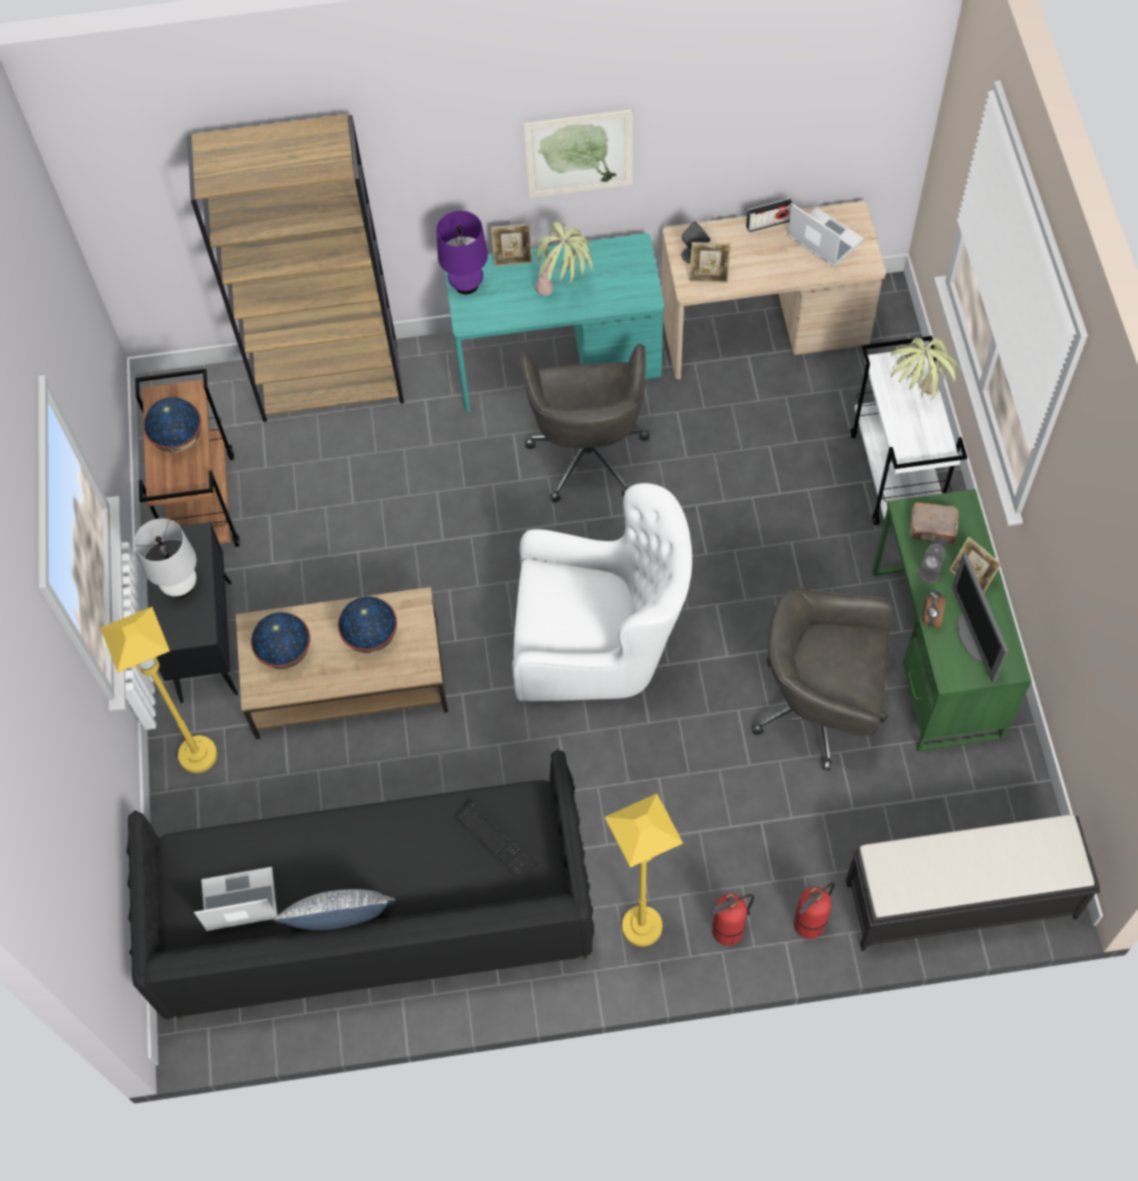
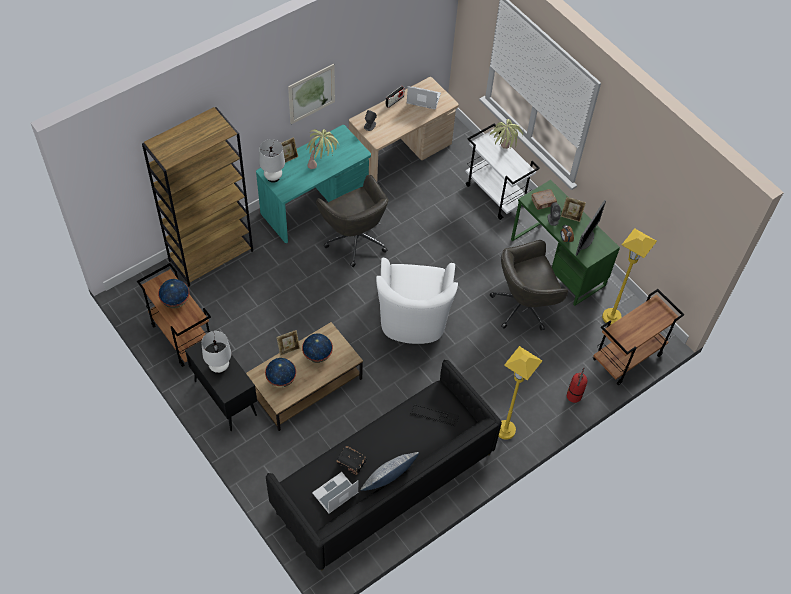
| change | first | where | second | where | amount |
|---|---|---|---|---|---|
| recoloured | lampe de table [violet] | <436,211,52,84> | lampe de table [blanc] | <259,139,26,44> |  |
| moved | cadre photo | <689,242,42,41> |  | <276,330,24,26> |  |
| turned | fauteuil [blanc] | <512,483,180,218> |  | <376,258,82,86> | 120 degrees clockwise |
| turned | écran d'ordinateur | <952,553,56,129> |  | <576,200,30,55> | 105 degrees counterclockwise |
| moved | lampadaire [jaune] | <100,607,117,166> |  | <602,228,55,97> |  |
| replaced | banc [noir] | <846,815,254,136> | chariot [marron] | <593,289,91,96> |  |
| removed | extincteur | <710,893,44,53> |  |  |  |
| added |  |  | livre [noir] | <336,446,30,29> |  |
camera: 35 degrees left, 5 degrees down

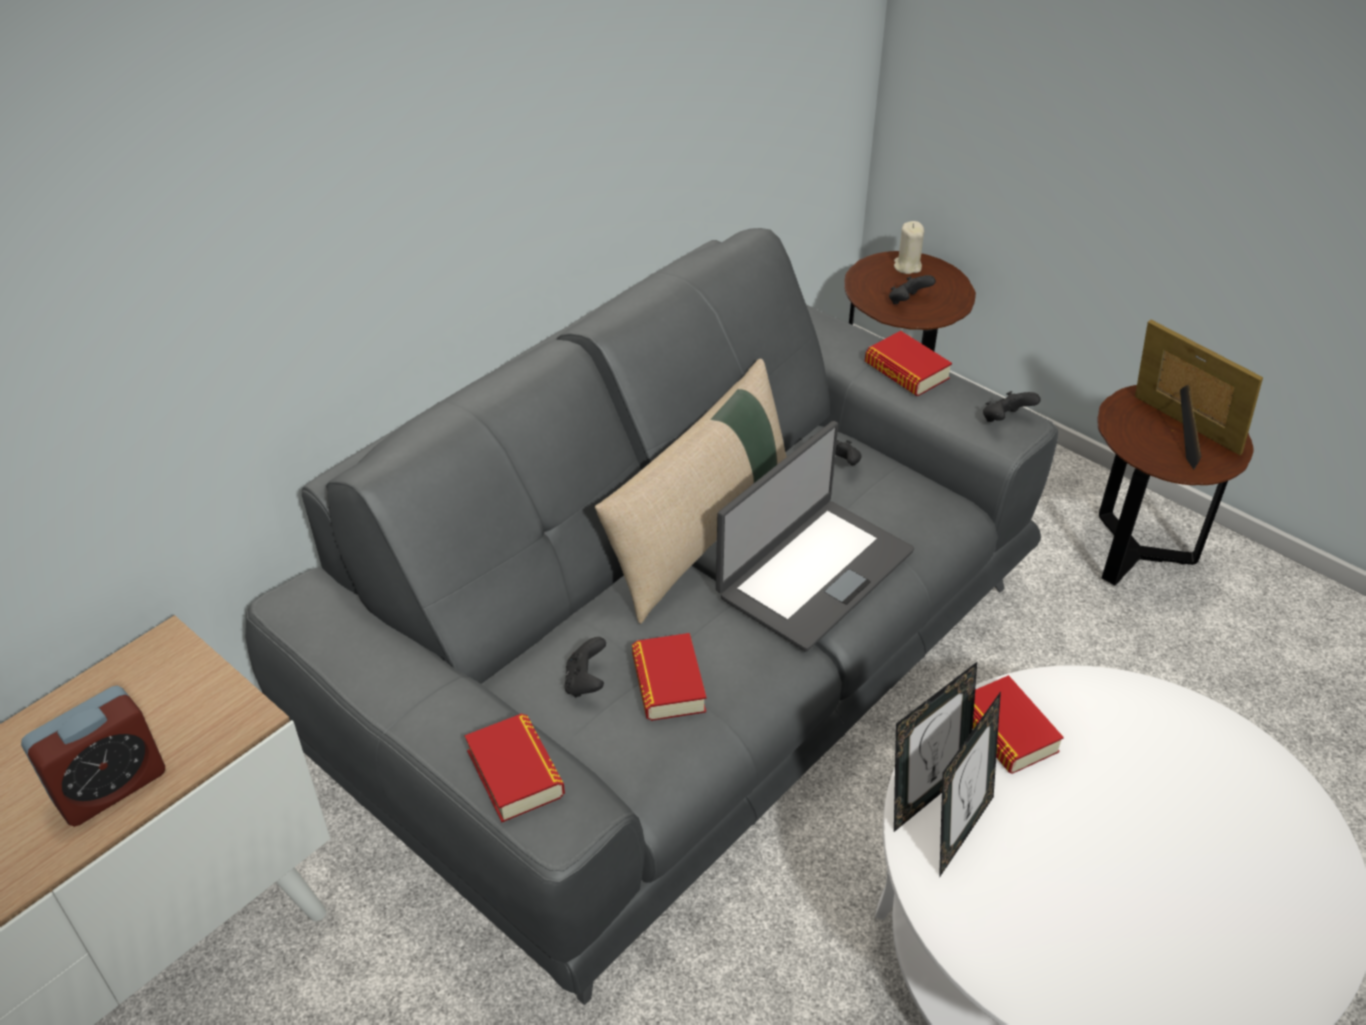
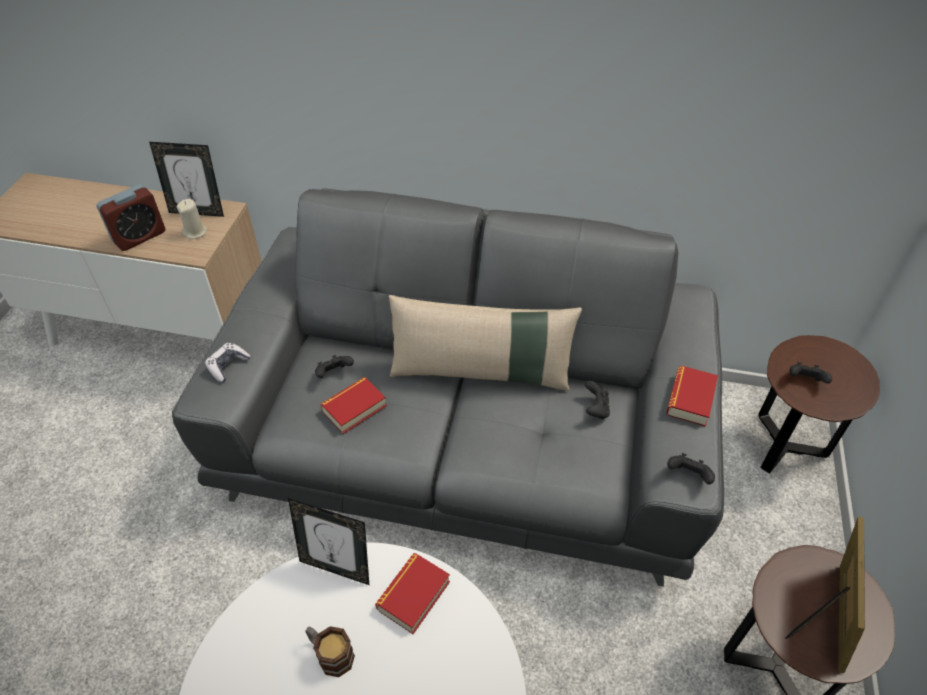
| change | first | where | second | where | amount |
|---|---|---|---|---|---|
| moved | bougie [beige] | <894,221,30,53> |  | <177,199,31,40> |  |
| removed | ordinateur portable | <716,421,198,231> |  |  |  |
| turned | réveil | <21,686,144,141> |  | <97,184,68,67> | 60 degrees counterclockwise |
| moved | cadre photo | <939,691,62,187> |  | <149,142,75,75> |  |
| replaced | livre | <465,714,100,108> | manette | <205,343,45,39> |  |
| added |  |  | mug | <306,626,49,51> |  |
camera: 60 degrees right, 5 degrees up

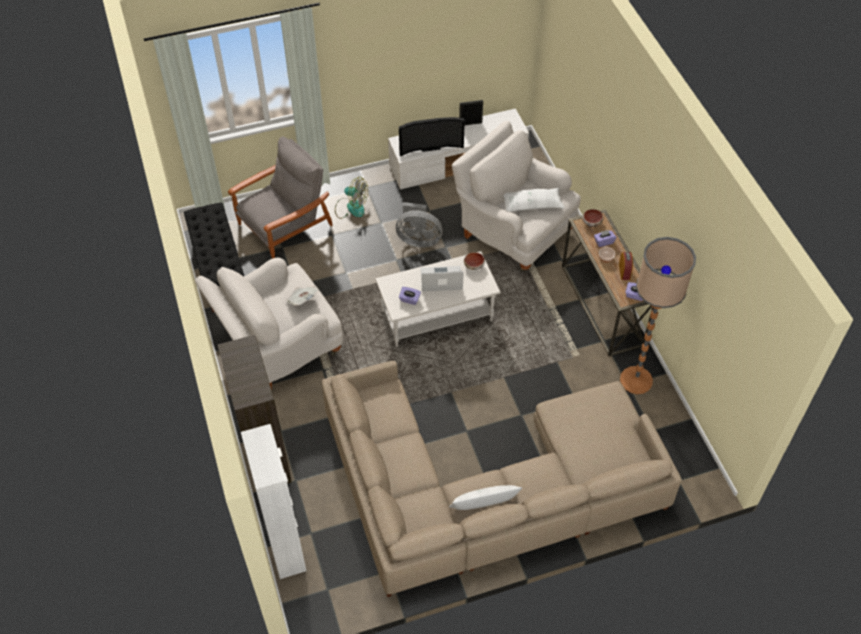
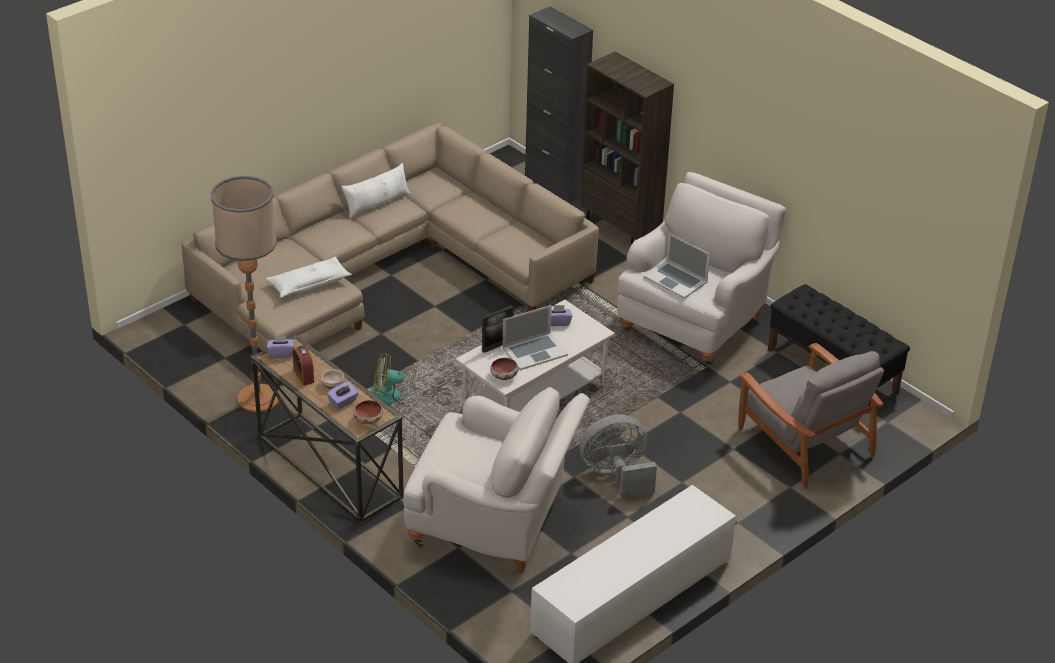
| change | first | where | second | where | amount |
|---|---|---|---|---|---|
| moved | cadre photo | <459,100,24,26> |  | <482,305,32,48> |  |
| removed | téléviseur | <399,117,66,39> |  |  |  |
| turned | fauteuil [gris] | <228,136,105,123> |  | <738,343,146,146> | 60 degrees counterclockwise |
| moved | ventilateur | <335,177,33,42> |  | <372,353,44,51> |  |
| moved | coussin [blanc] | <503,188,62,24> |  | <265,257,87,41> |  |
| replaced | journal | <287,286,31,19> | ordinateur portable | <644,233,66,66> |  |
| recoloured | meuble de rangement [blanc] | <241,424,66,155> | meuble de rangement [noir] | <525,6,68,197> |  |
camera: 155 degrees right, 15 degrees down

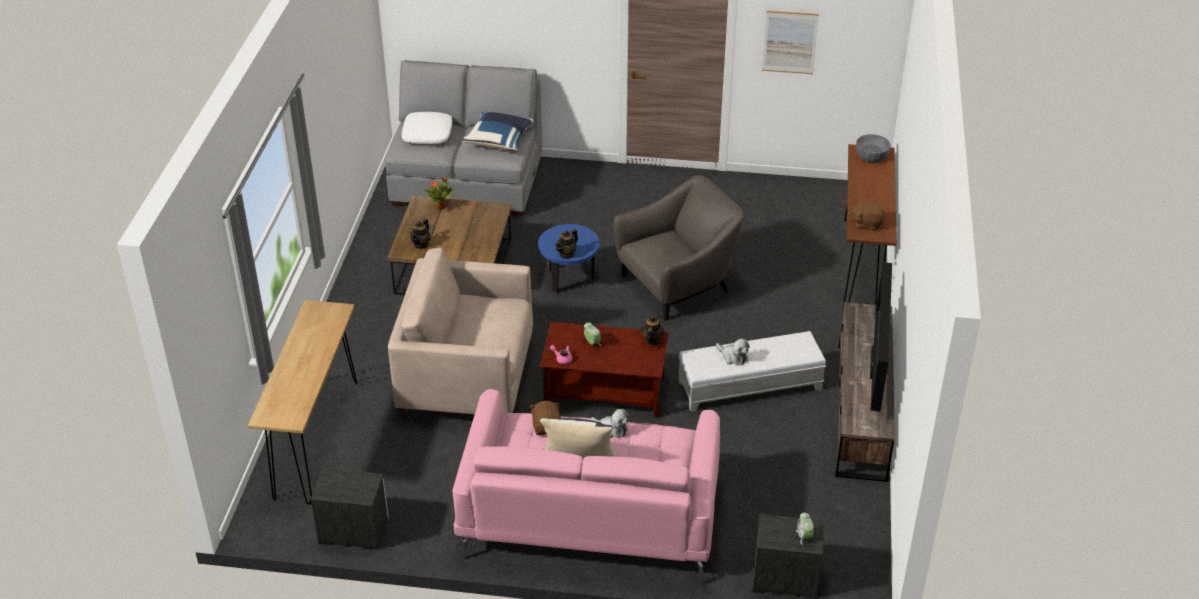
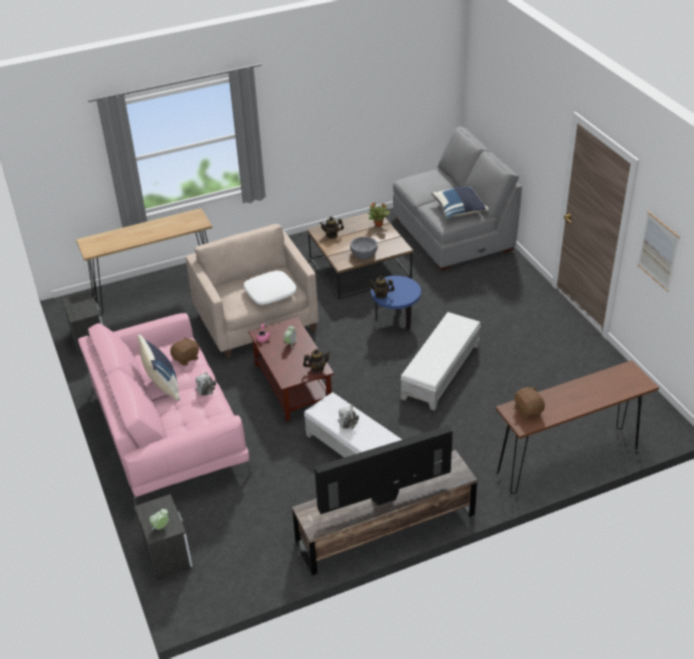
| change | first | where | second | where | amount |
|---|---|---|---|---|---|
| moved | coussin [blanc] | <402,112,51,32> |  | <244,271,53,34> |  |
| moved | bol [gris] | <856,134,35,29> |  | <350,237,28,22> |  |
| replaced | fauteuil [gris] | <613,175,130,146> | pouf [blanc] | <400,312,81,99> |  |
camera: 60 degrees right, 0 degrees up

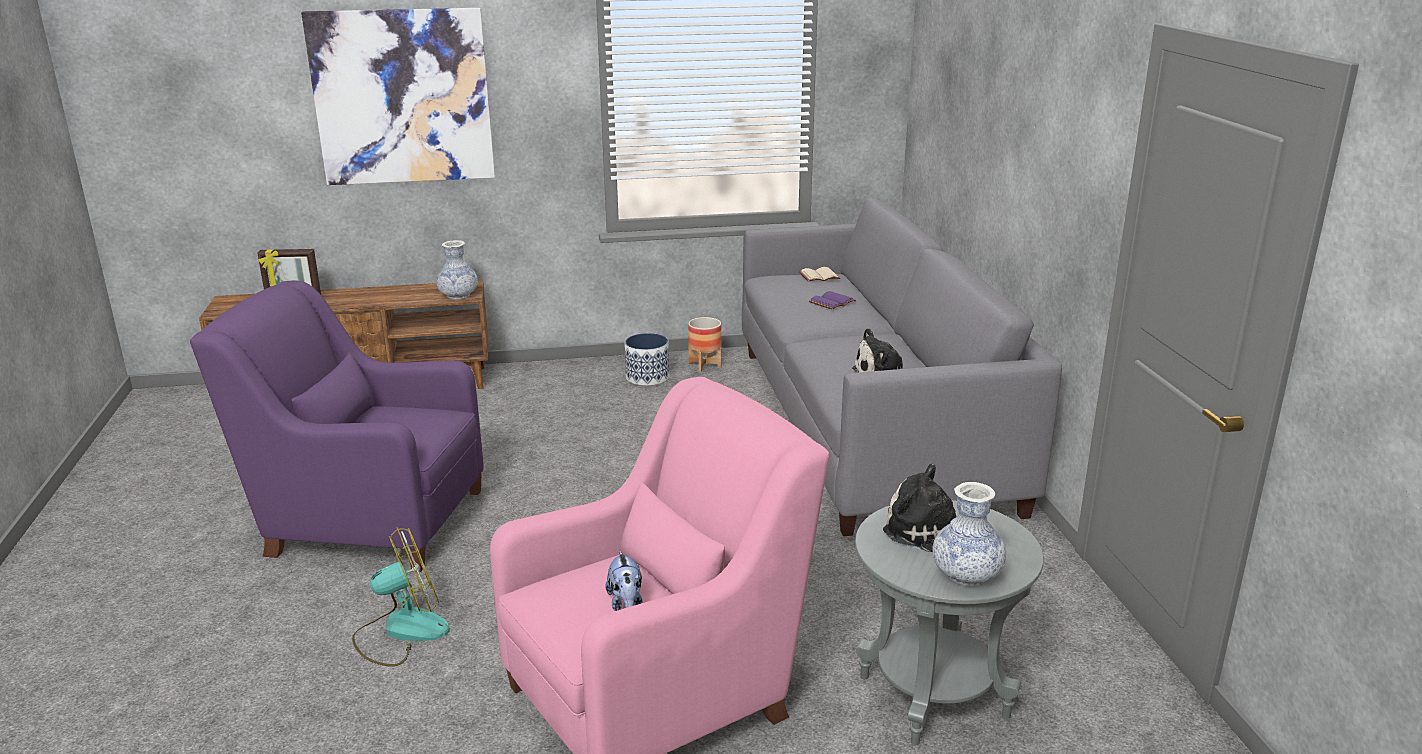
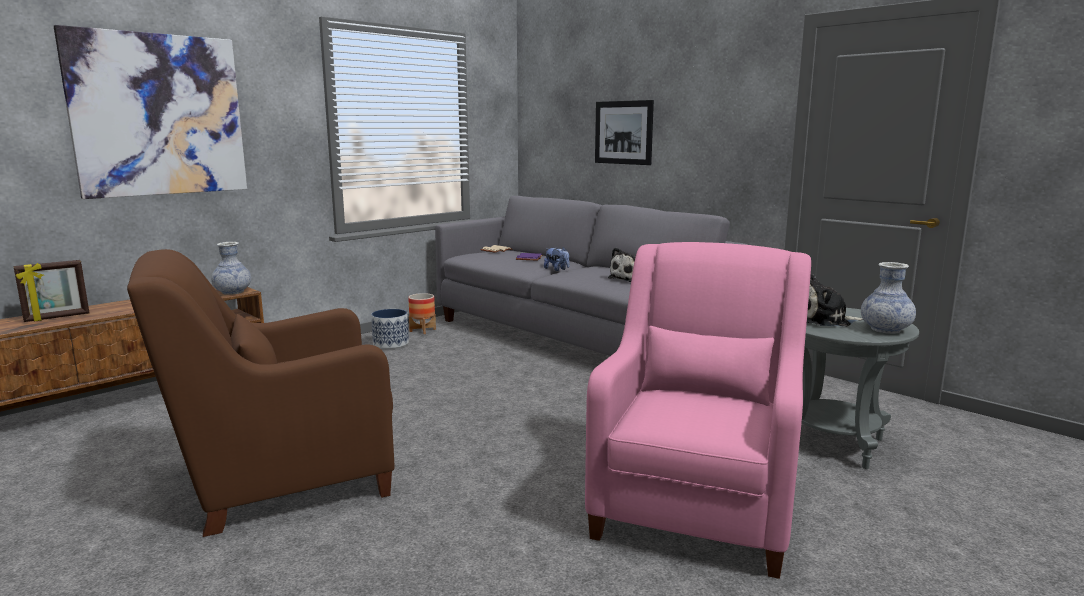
| change | first | where | second | where | amount |
|---|---|---|---|---|---|
| recoloured | fauteuil [violet] | <190,281,294,291> | fauteuil [marron] | <127,249,268,288> |  |
| removed | ventilateur | <352,527,98,140> |  |  |  |
| moved | peluche | <605,551,37,60> |  | <544,247,25,24> |  |
| added |  |  | tableau | <595,100,59,65> |  |
camera: 35 degrees left, 10 degrees down

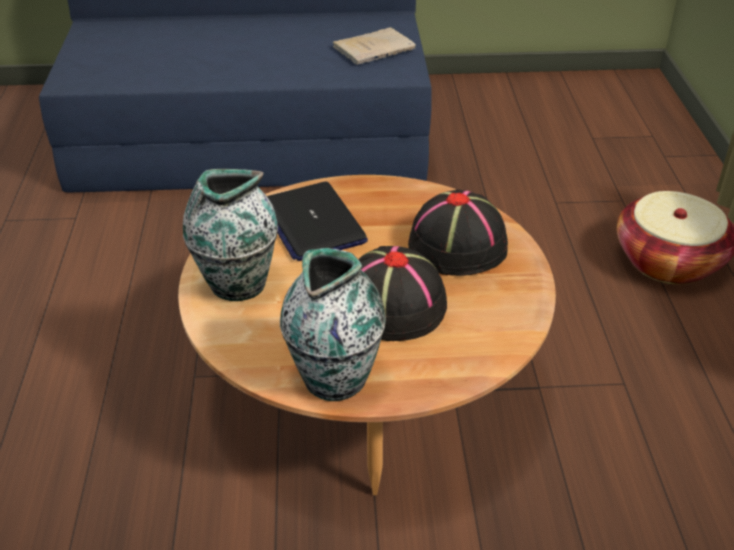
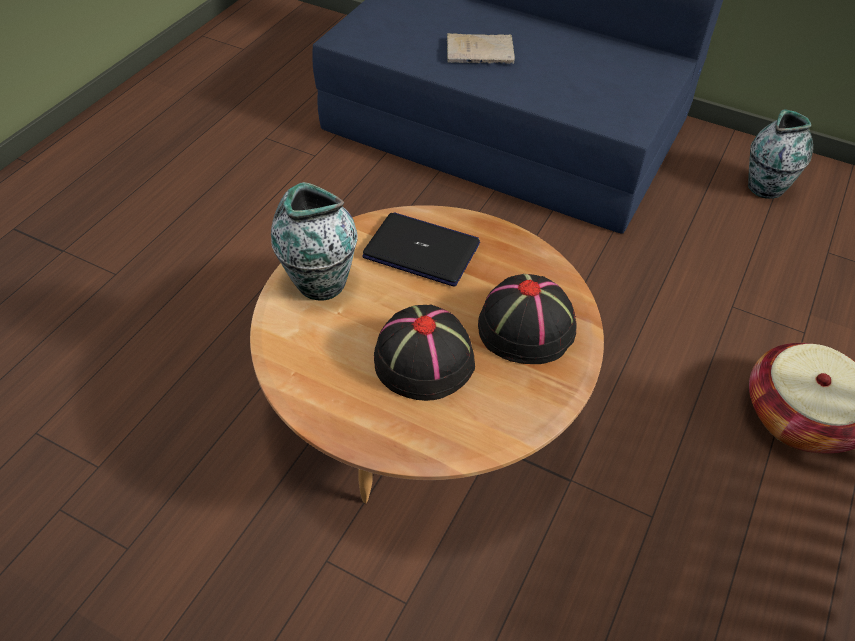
| change | first | where | second | where | amount |
|---|---|---|---|---|---|
| moved | livre [beige] | <333,27,83,38> |  | <447,33,68,31> |  |
| turned | ordinateur portable | <267,182,101,79> |  | <362,212,118,75> | 105 degrees clockwise |
| moved | vase | <280,248,106,153> |  | <748,109,65,90> |  |
camera: 30 degrees right, 10 degrees up

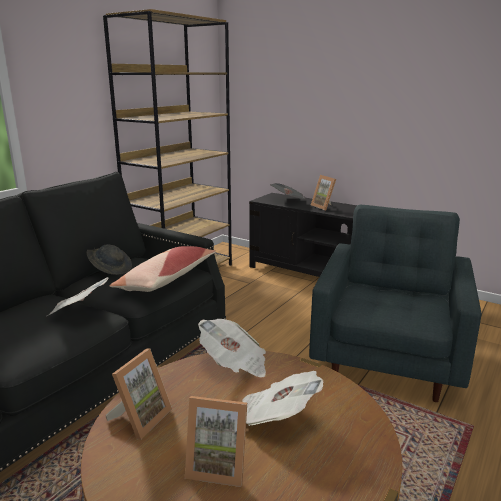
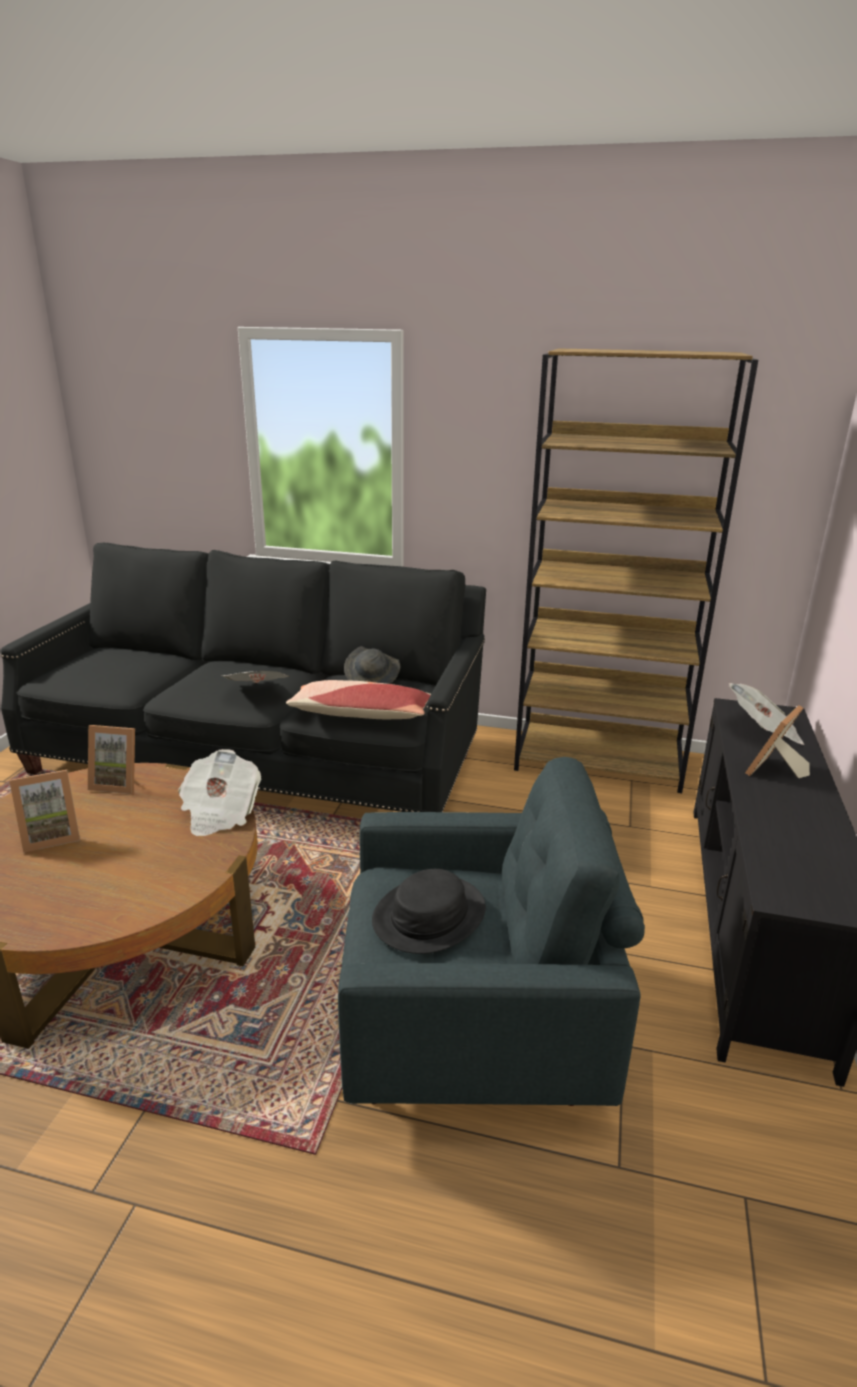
| change | first | where | second | where | amount |
|---|---|---|---|---|---|
| removed | journal | <242,371,81,55> |  |  |  |
| turned | cadre photo | <185,396,62,91> |  | <9,770,71,83> | 105 degrees counterclockwise |
| added |  |  | chapeau [noir] | <372,869,114,85> |  |
camera: 70 degrees right, 5 degrees up

